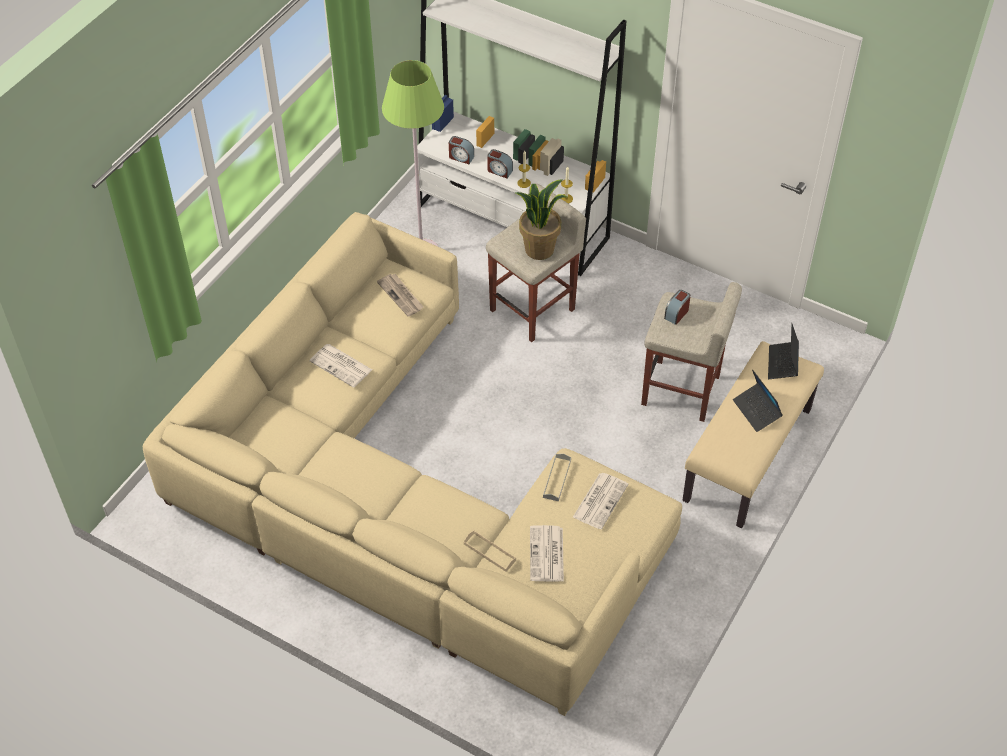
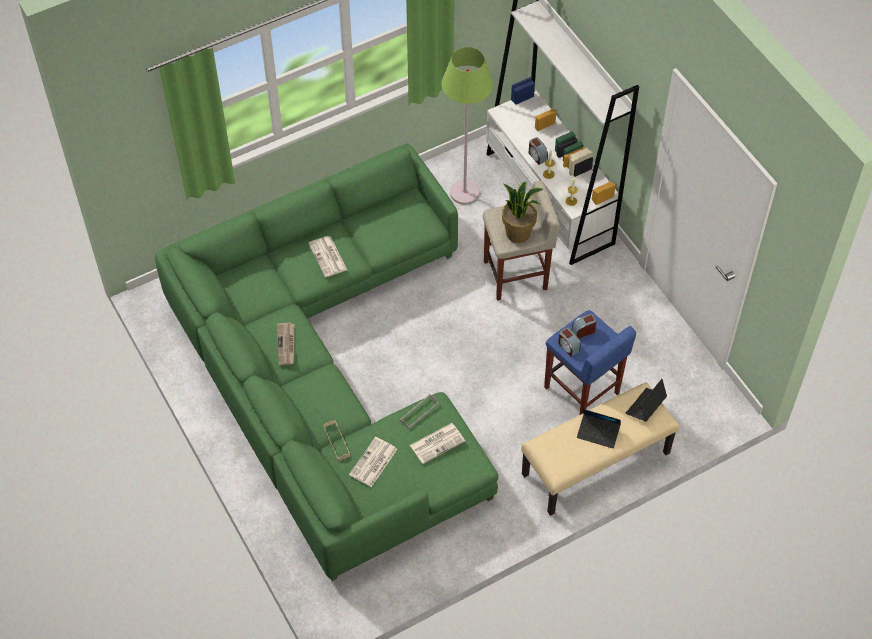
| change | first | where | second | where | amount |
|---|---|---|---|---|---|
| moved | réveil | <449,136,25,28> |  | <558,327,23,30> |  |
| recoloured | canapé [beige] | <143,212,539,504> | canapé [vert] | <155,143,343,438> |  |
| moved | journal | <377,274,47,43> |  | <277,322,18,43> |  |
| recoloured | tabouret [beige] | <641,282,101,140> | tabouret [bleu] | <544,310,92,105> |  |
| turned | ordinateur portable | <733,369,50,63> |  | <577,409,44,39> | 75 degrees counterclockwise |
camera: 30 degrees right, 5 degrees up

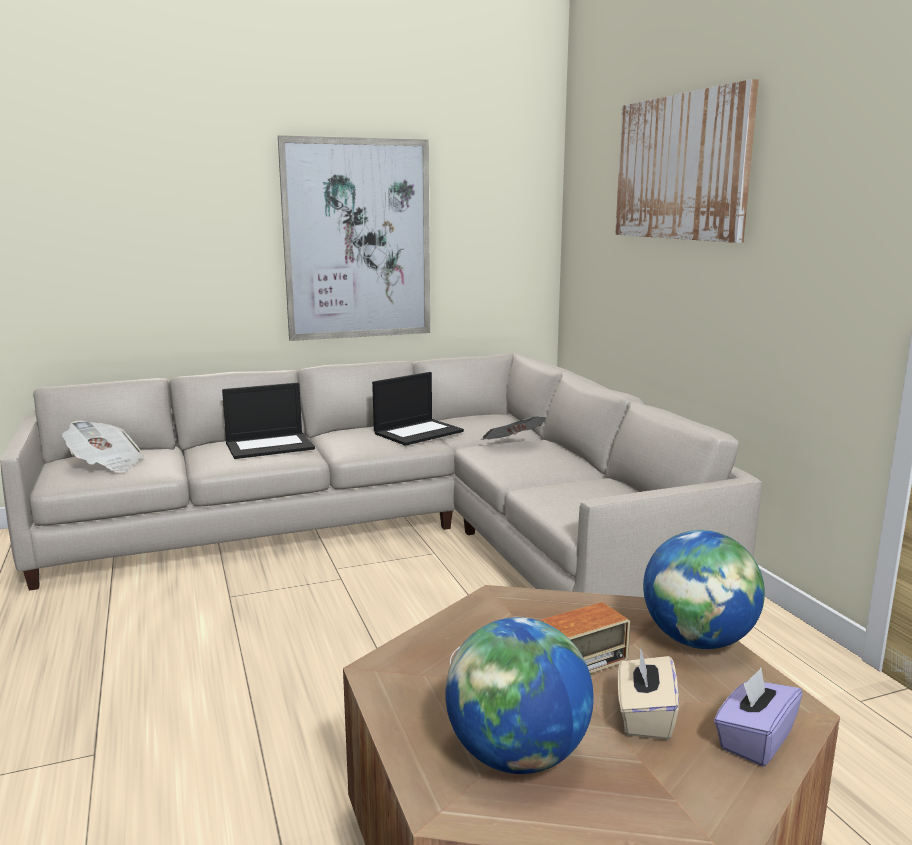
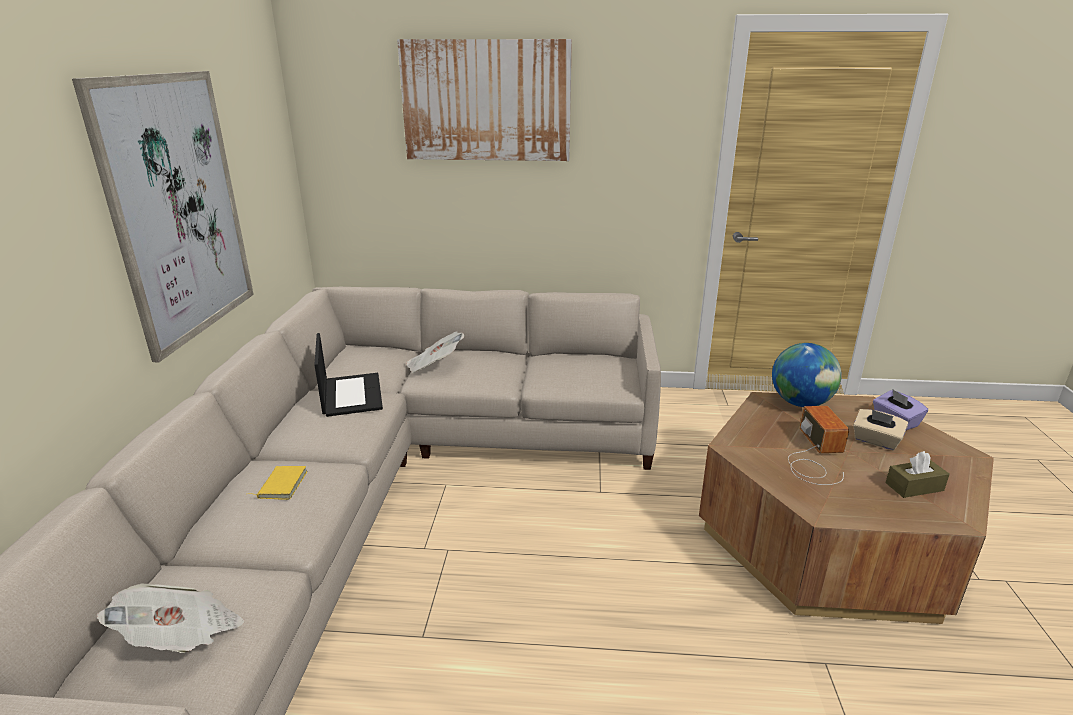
| change | first | where | second | where | amount |
|---|---|---|---|---|---|
| replaced | ordinateur portable | <222,383,93,76> | livre [jaune] | <248,466,59,34> |  |
| replaced | globe | <445,617,149,157> | boîte à mouchoirs [marron] | <885,451,65,47> |  |
camera: 65 degrees left, 10 degrees up

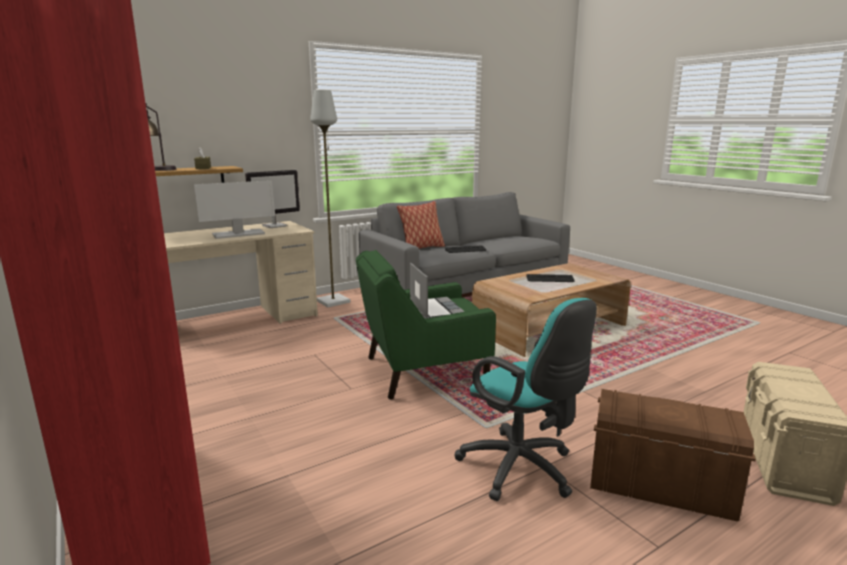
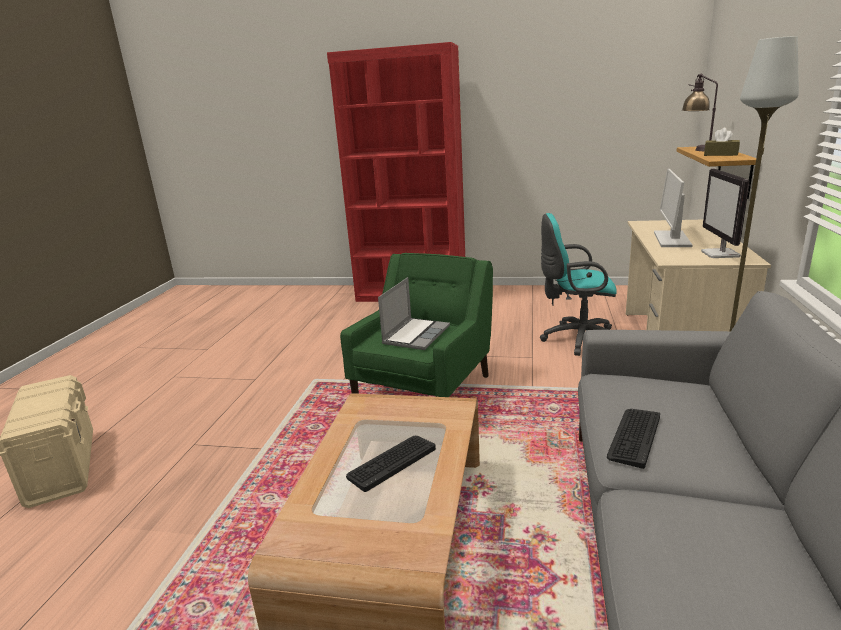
| change | first | where | second | where | amount |
|---|---|---|---|---|---|
| removed | coussin | <397,201,48,48> |  |  |  |
| turned | ordinateur portable | <410,263,55,56> |  | <378,277,72,73> | 90 degrees counterclockwise |
| moved | chaise de bureau [turquoise] | <454,298,143,203> |  | <540,213,77,143> |  |
| removed | boîte de rangement [marron] | <590,389,166,133> |  |  |  |
camera: 135 degrees right, 5 degrees up

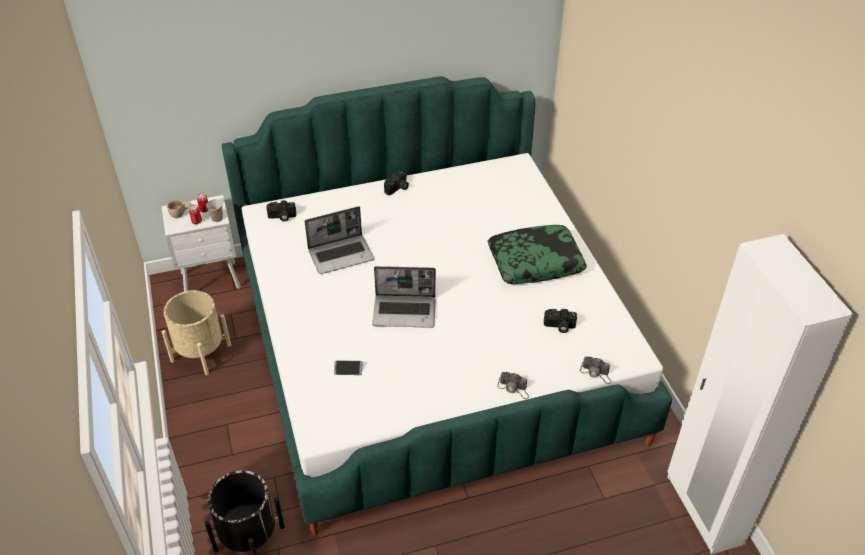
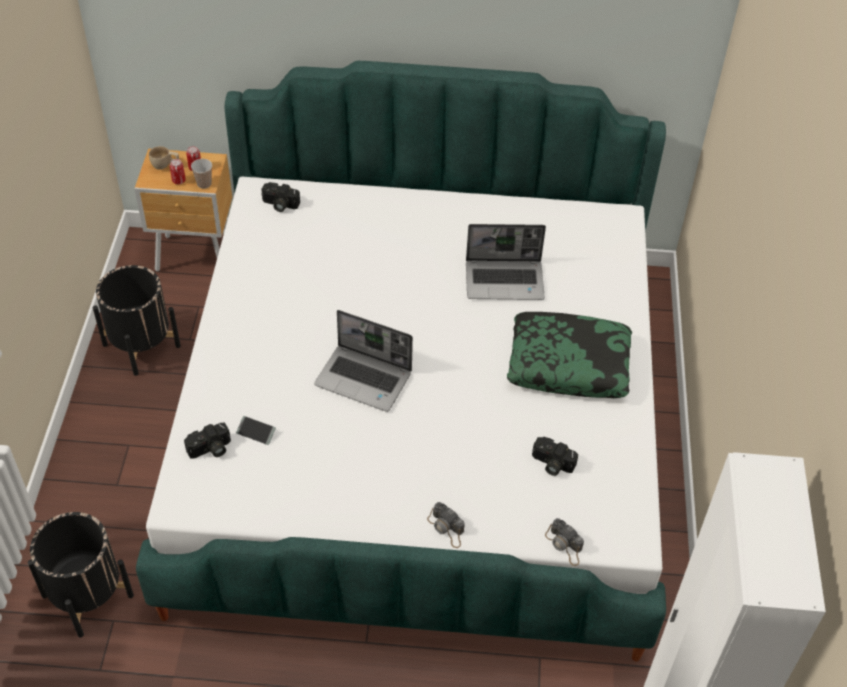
| change | first | where | second | where | amount |
|---|---|---|---|---|---|
| moved | appareil photo | <384,171,25,24> |  | <184,422,47,36> |  |
| recoloured | table de chevet [blanc] | <161,195,80,96> | table de chevet [marron] | <135,149,97,122> |  |
| moved | ordinateur portable | <304,206,70,68> |  | <466,224,80,76> |  |
| recoloured | cache-pot [beige] | <162,290,69,85> | cache-pot [noir] | <93,265,88,111> |  |
camera: 20 degrees right, 5 degrees up

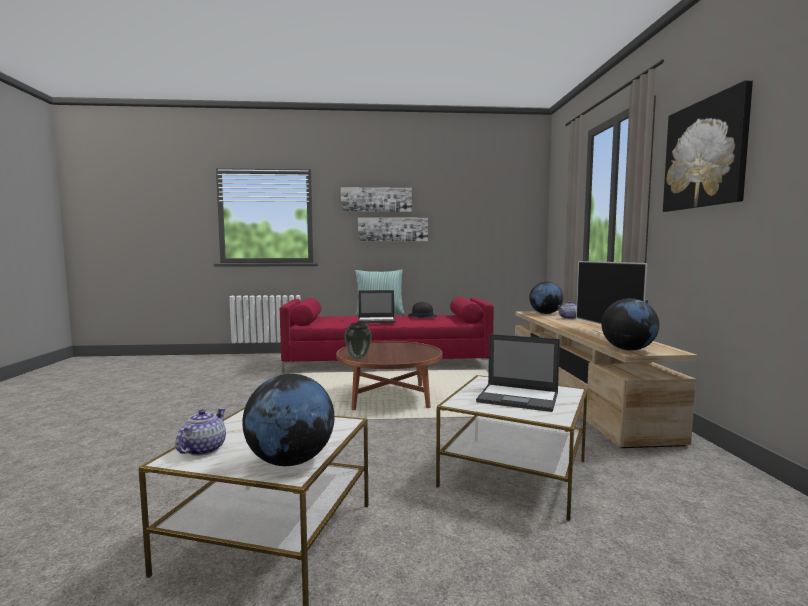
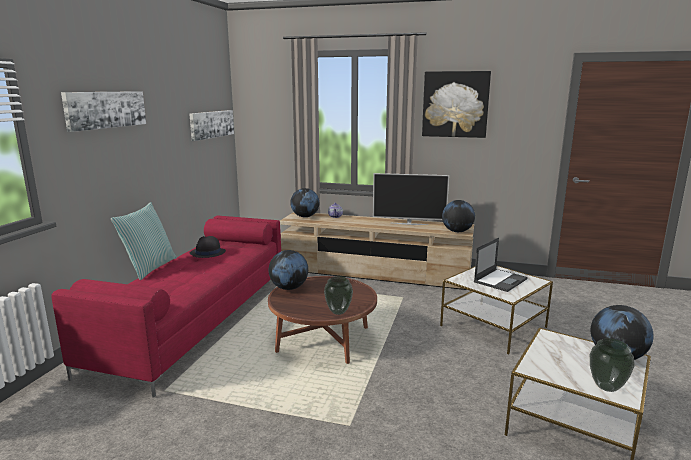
| change | first | where | second | where | amount |
|---|---|---|---|---|---|
| moved | tableau | <358,217,70,24> |  | <189,110,45,31> |  |
| removed | ordinateur portable | <358,290,37,33> |  |  |  |
| replaced | théière | <175,408,51,48> | vase | <590,338,45,54> |  |
| added |  |  | globe | <269,250,39,40> |  |
camera: 70 degrees left, 10 degrees up

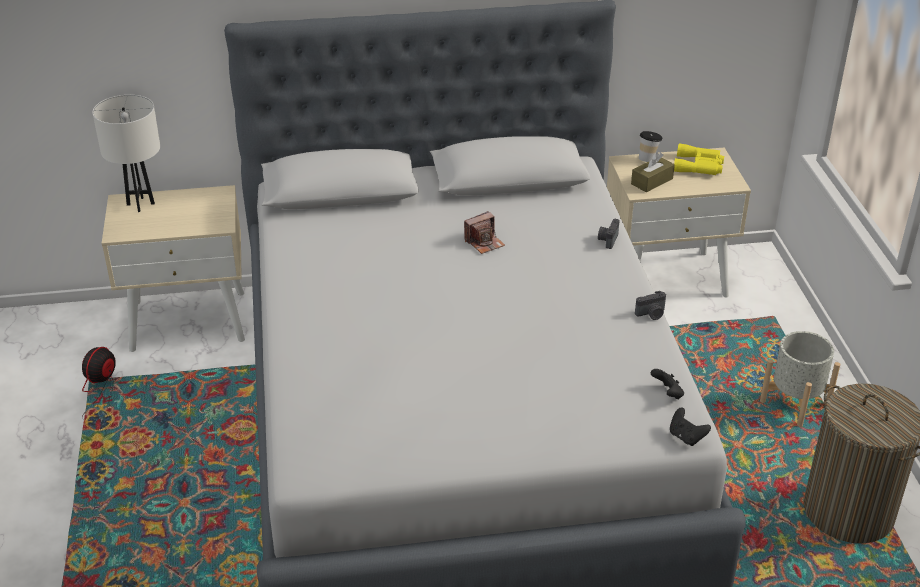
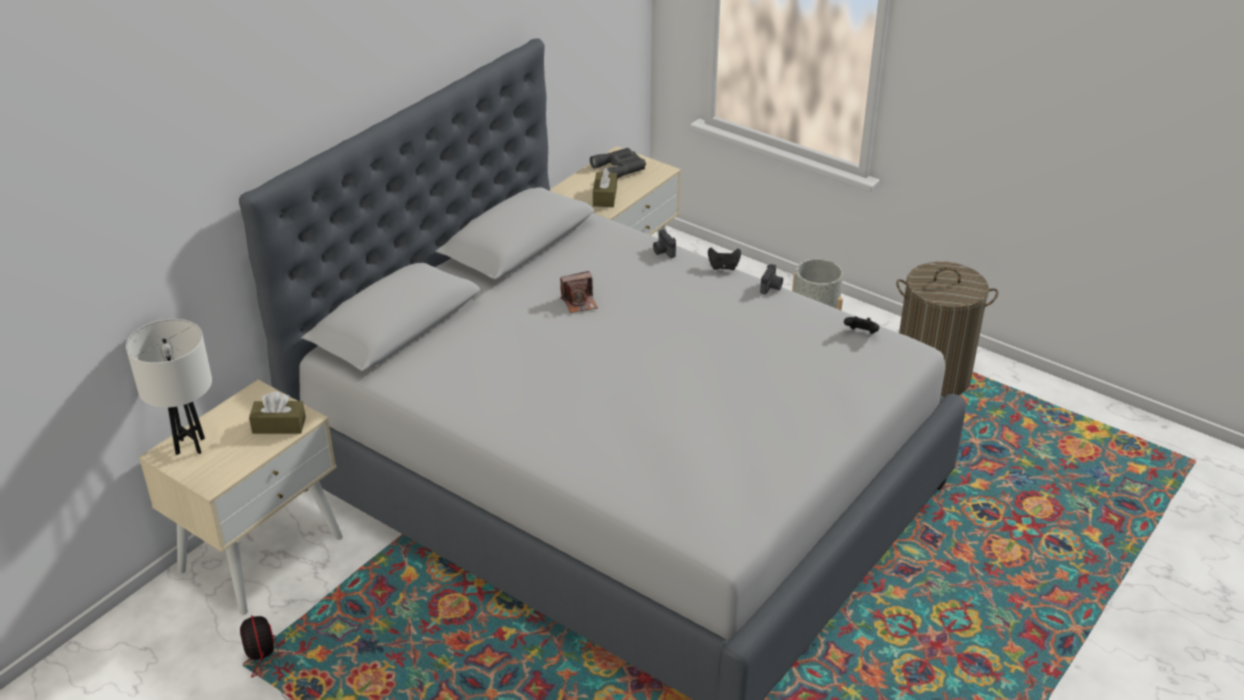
| change | first | where | second | where | amount |
|---|---|---|---|---|---|
| removed | tasse | <639,131,23,31> |  |  |  |
| recoloured | jumelles [jaune] | <674,144,50,31> | jumelles [gris] | <590,148,56,31> |  |
| turned | appareil photo | <464,211,41,43> |  | <560,271,38,42> | 60 degrees clockwise |
| moved | manette [noir] | <670,408,41,38> |  | <708,247,33,23> |  |
| added |  |  | boîte à mouchoirs [marron] | <249,391,57,43> |  |
camera: 45 degrees left, 0 degrees up

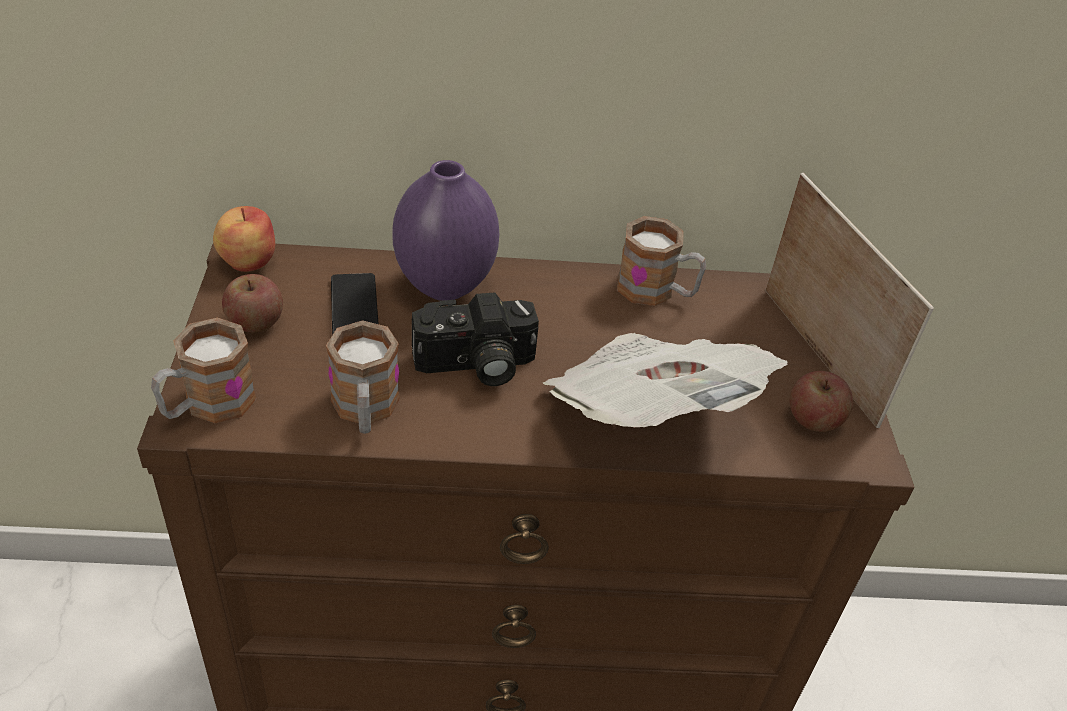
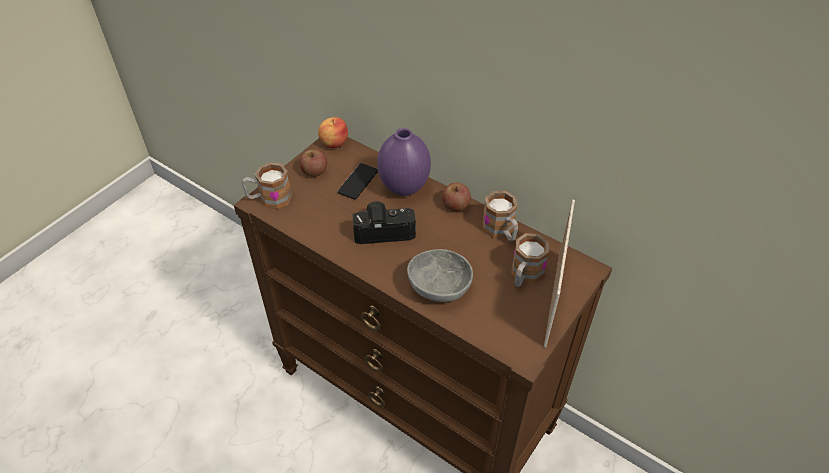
| change | first | where | second | where | amount |
|---|---|---|---|---|---|
| turned | appareil photo | <411,292,128,94> |  | <353,201,63,43> | 150 degrees clockwise |
| moved | mug | <326,320,74,114> |  | <512,233,37,54> |  |
| replaced | journal | <543,333,245,94> | bol [gris] | <407,249,66,53> |  |
| moved | pomme | <789,371,64,61> |  | <442,183,29,28> |  |
camera: 40 degrees right, 5 degrees up

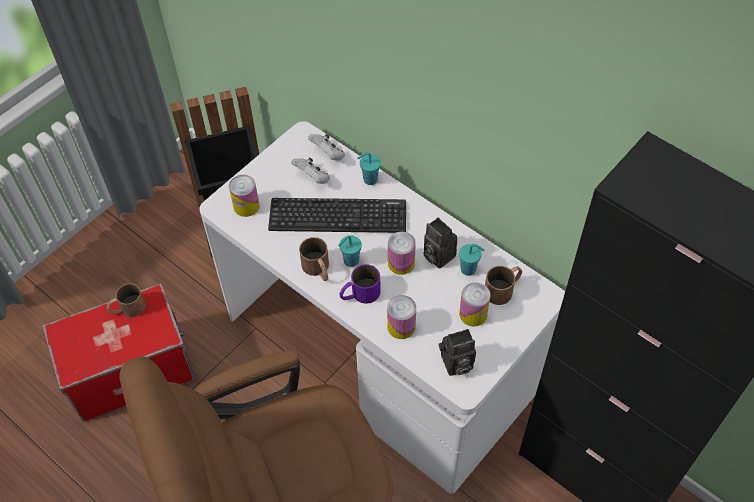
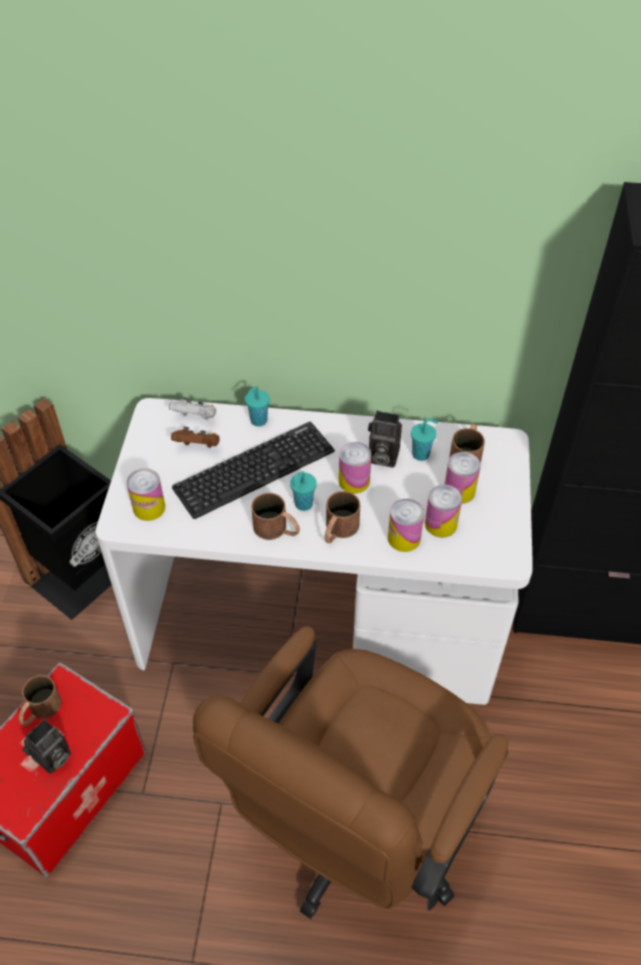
| change | first | where | second | where | amount |
|---|---|---|---|---|---|
| recoloured | manette [blanc] | <291,158,39,26> | manette [marron] | <171,427,49,21> |  |
| recoloured | mug [violet] | <339,264,42,40> | mug [marron] | <325,491,35,52> |  |
| moved | appareil photo | <439,329,37,47> |  | <22,719,49,55> |  |
| added |  |  | boîte métallique | <425,485,37,52> |  |
camera: 35 degrees left, 5 degrees down

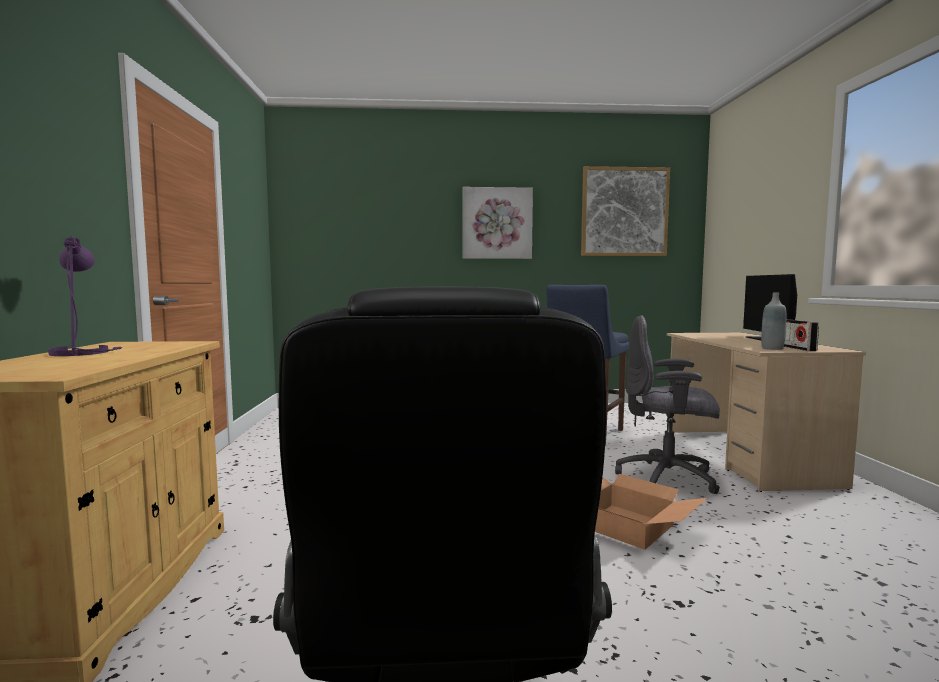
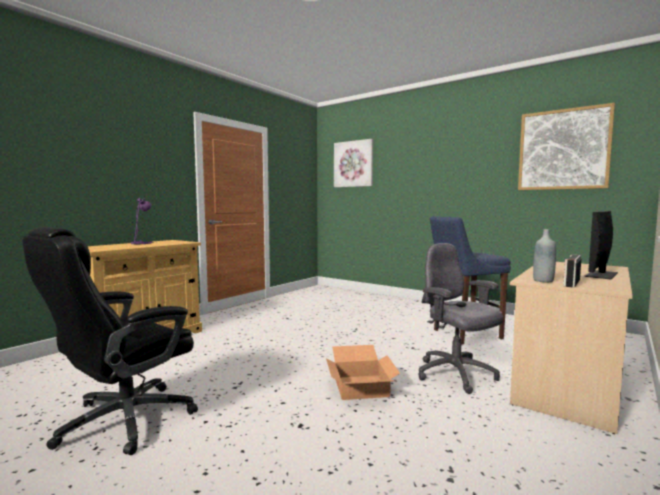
| change | first | where | second | where | amount |
|---|---|---|---|---|---|
| moved | tableau | <462,187,71,72> |  | <334,139,39,49> |  |
camera: 40 degrees right, 0 degrees up

